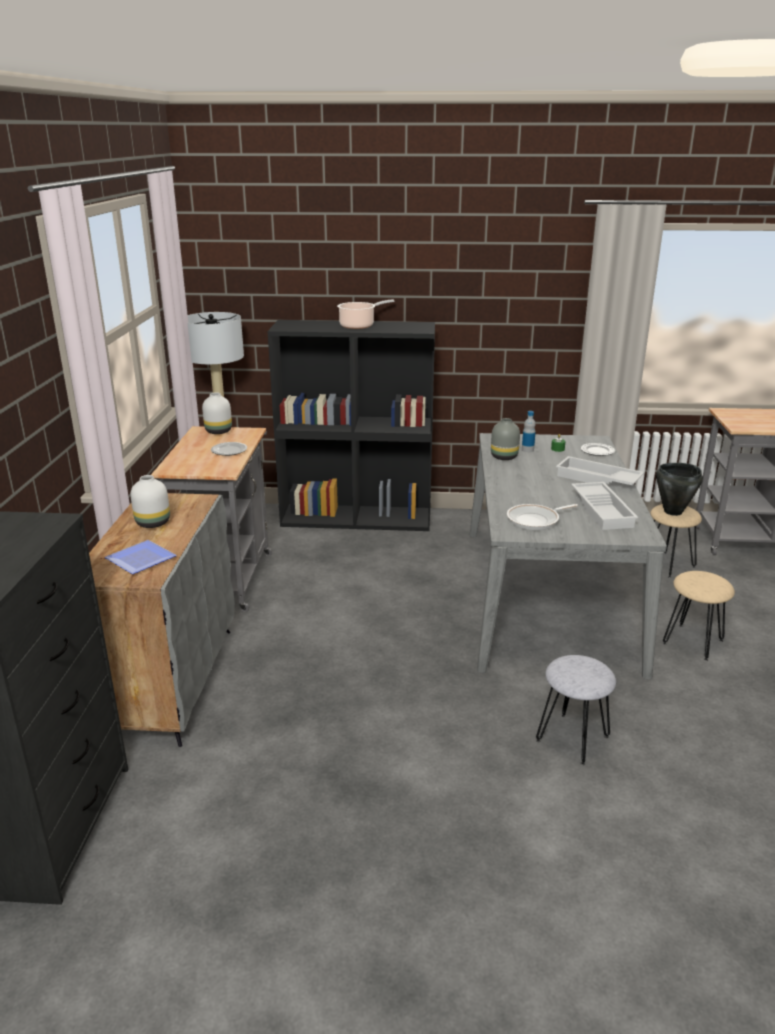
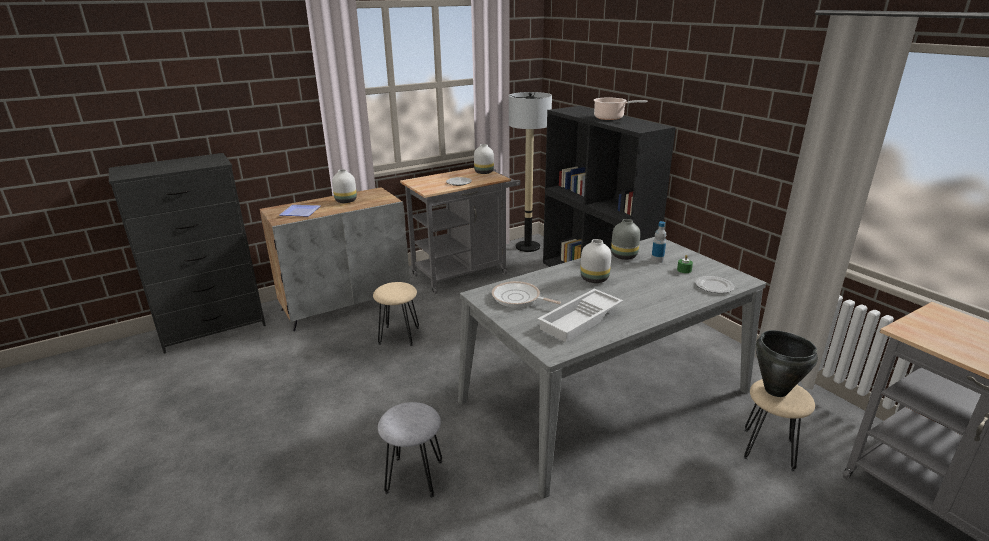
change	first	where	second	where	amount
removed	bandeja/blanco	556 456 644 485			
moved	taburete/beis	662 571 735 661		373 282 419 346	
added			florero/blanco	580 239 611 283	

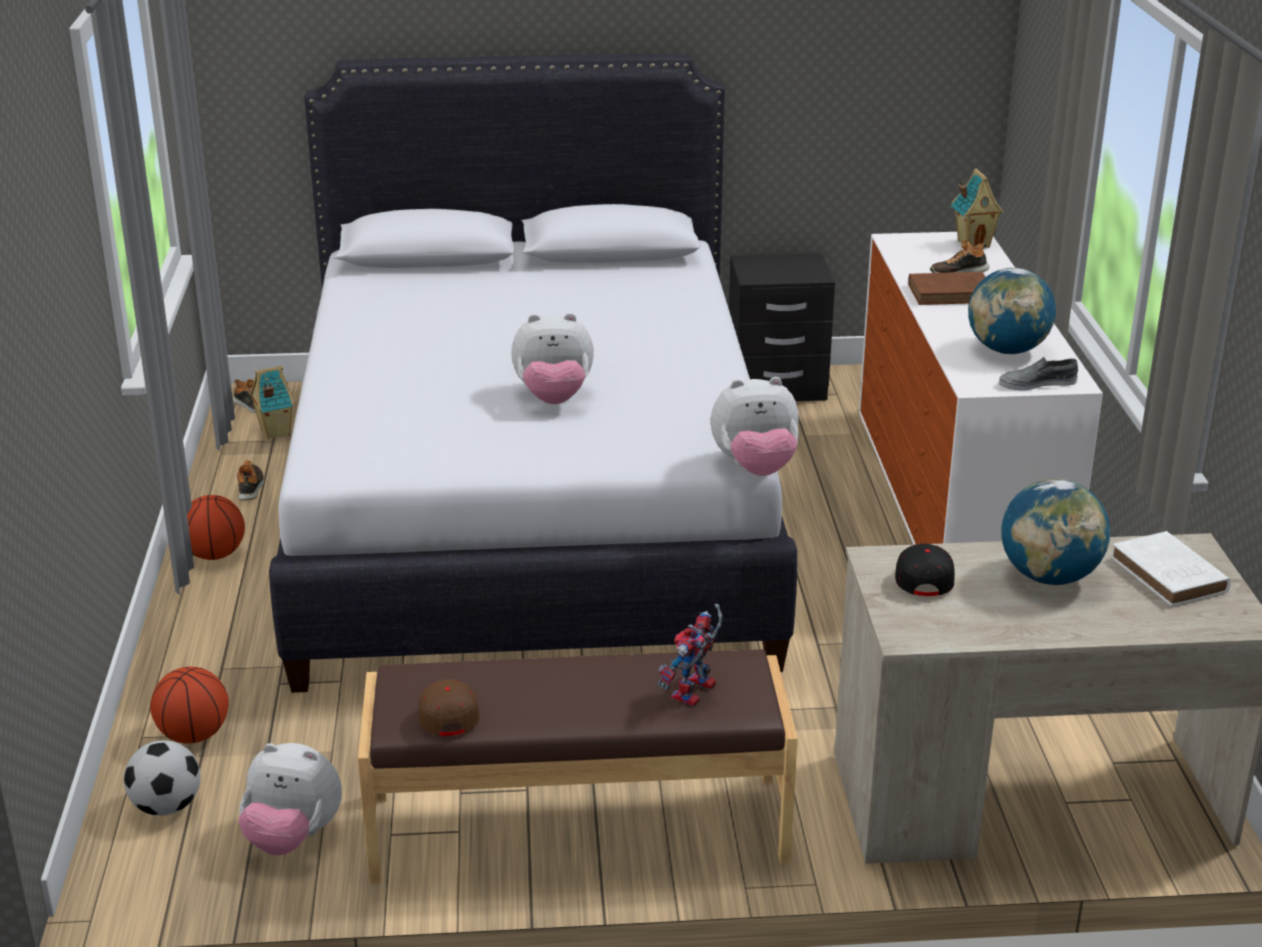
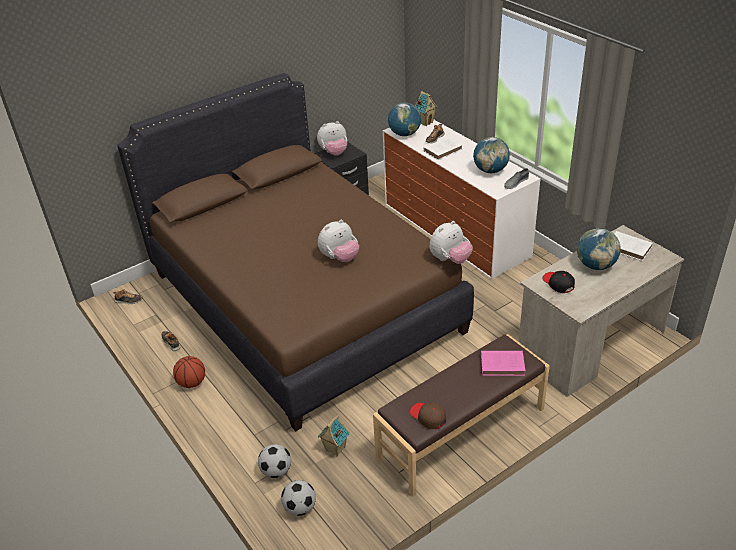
change	first	where	second	where	amount
recoloured	cama/blanco	269 54 797 693	cama/marrón	117 73 474 432	
recoloured	libro/marrón	908 272 985 305	libro/blanco	423 137 463 160	
moved	casita	250 366 295 440		318 415 350 457	
replaced	robot de juguete	657 604 723 706	libro/rosa	481 351 525 376	
replaced	balón de baloncesto	150 667 229 743	balón de fútbol	258 444 291 478	
moved	peluche	238 743 342 855		317 121 347 156	
added			globo terráqueo	388 103 421 136	

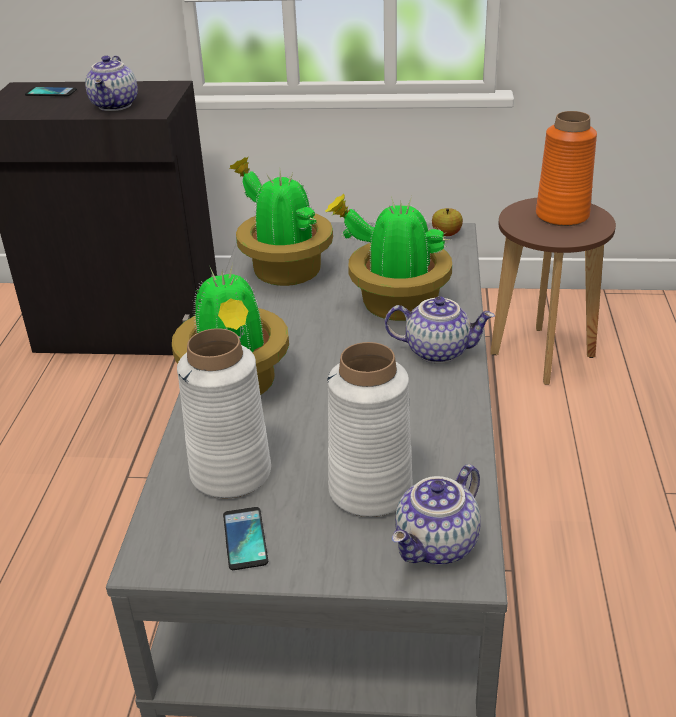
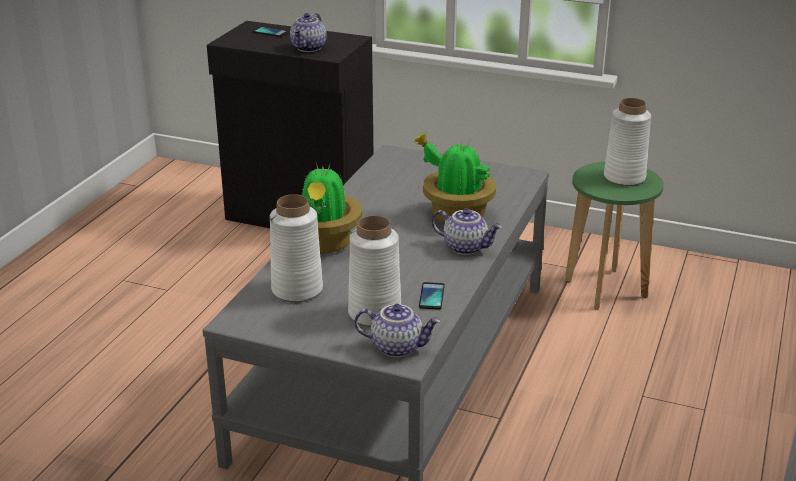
change	first	where	second	where	amount
recoloured	florero/naranja	536 111 597 226	florero/blanco	604 98 651 186	
removed	planta en maceta	229 157 333 286			
recoloured	taburete/marrón	490 197 616 385	taburete/verde	565 162 664 310	
removed	manzana	432 208 463 236			
turned	tetera	392 464 481 565		354 304 441 358	135 degrees counterclockwise
moved	móvil	223 507 268 570		419 282 445 310	

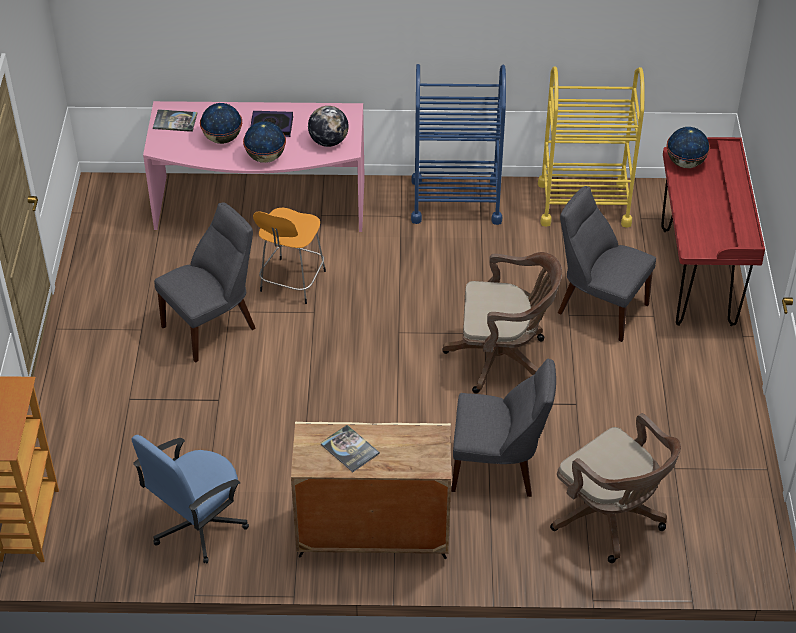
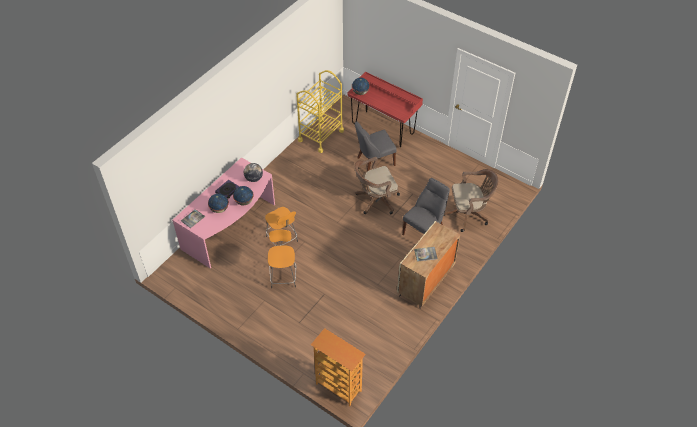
change	first	where	second	where	amount
removed	carrito/azul	411 64 506 225			
replaced	silla/gris	154 202 256 362	taburete/naranja	268 229 296 288	
turned	silla de oficina/marrón	442 252 562 394		355 157 400 214	150 degrees counterclockwise
removed	silla de oficina/azul	132 435 249 563			

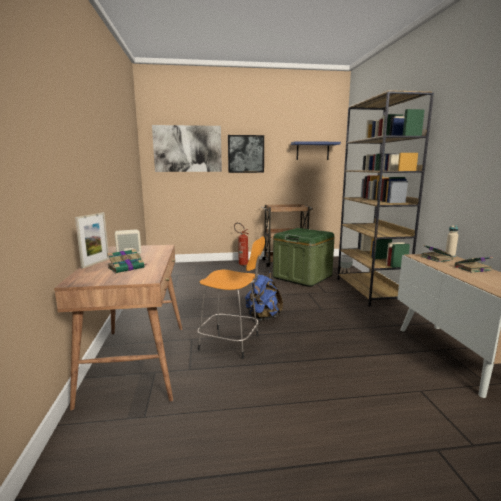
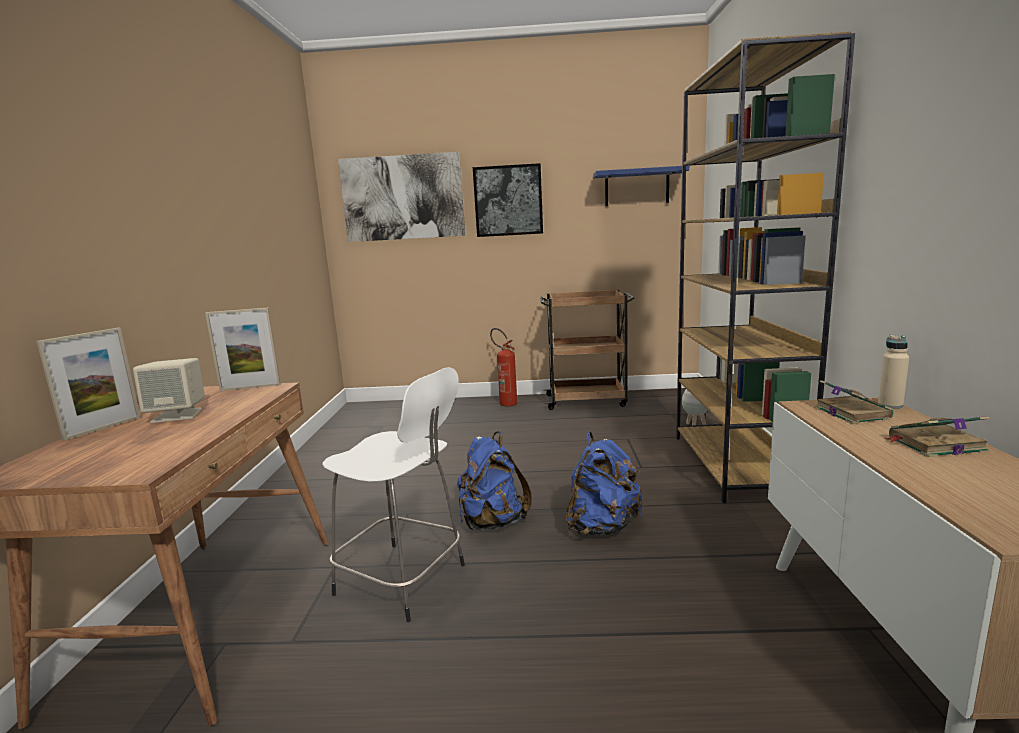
change	first	where	second	where	amount
removed	caja de almacenaje/verde	273 228 335 287			
recoloured	taburete/naranja	197 236 265 359	taburete/blanco	322 367 465 622	
removed	libro	107 249 148 273			
added			portarretratos	205 308 280 391	
added			mochila/azul	566 431 642 536	

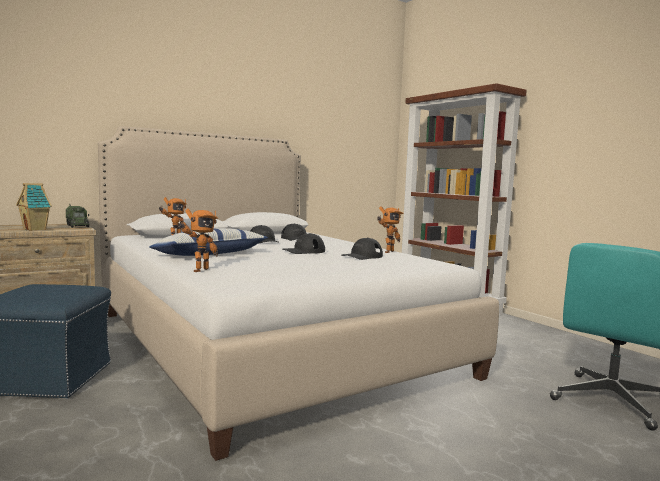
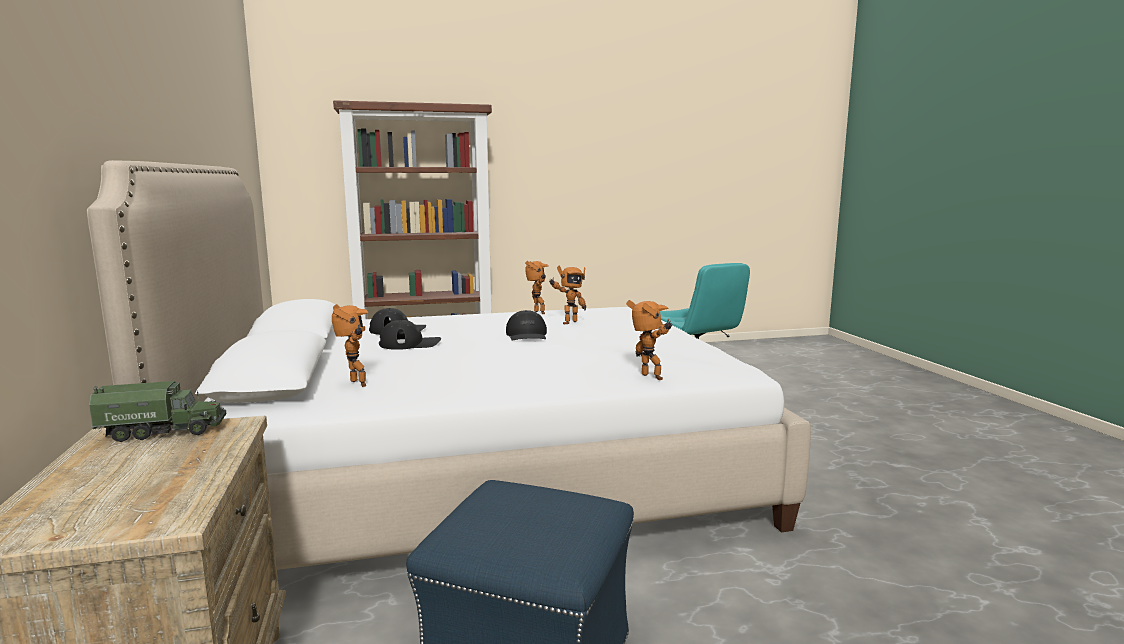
change	first	where	second	where	amount
removed	casita	16 183 52 231			
removed	cojín	149 228 268 256			
replaced	gorra/negro	341 238 383 260	robot de juguete	549 265 586 324	

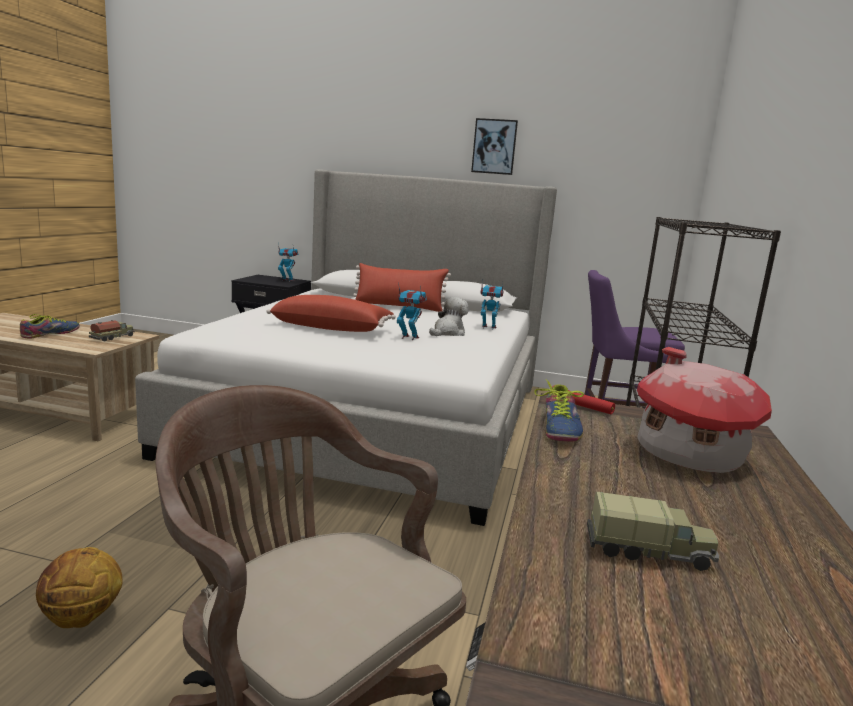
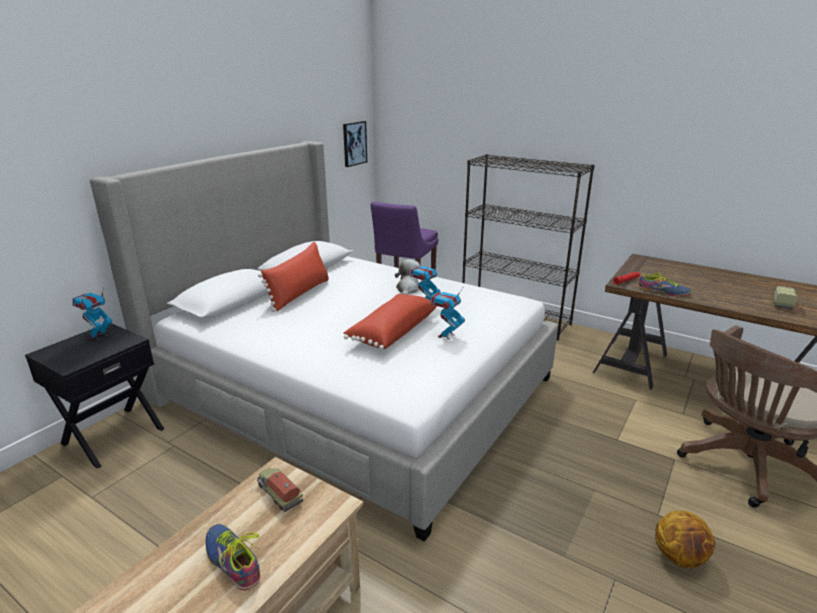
change	first	where	second	where	amount
moved	cuadro	471 118 518 175		343 121 367 167	
moved	robot de juguete	481 281 503 330		430 288 465 339	
turned	peluche	429 297 469 336		395 259 421 295	45 degrees clockwise
removed	casita	637 347 772 473			

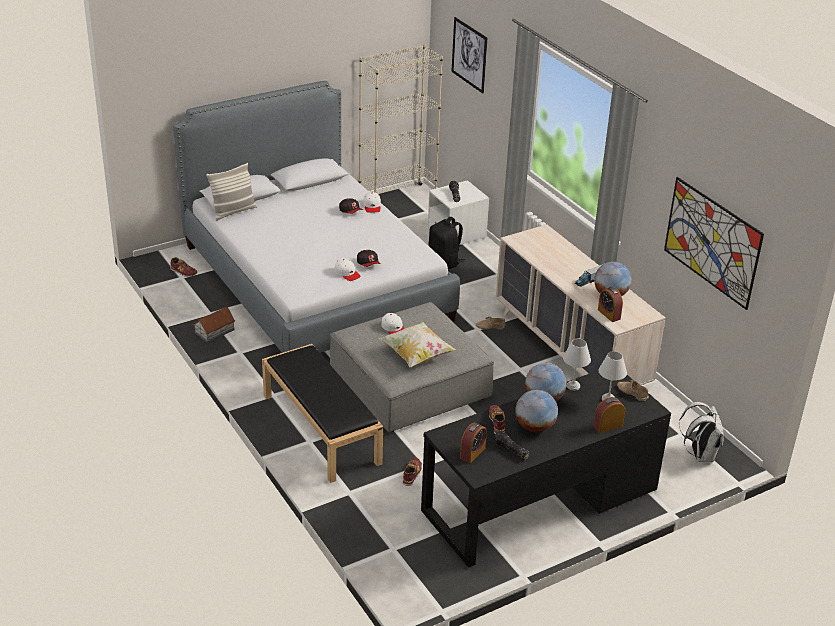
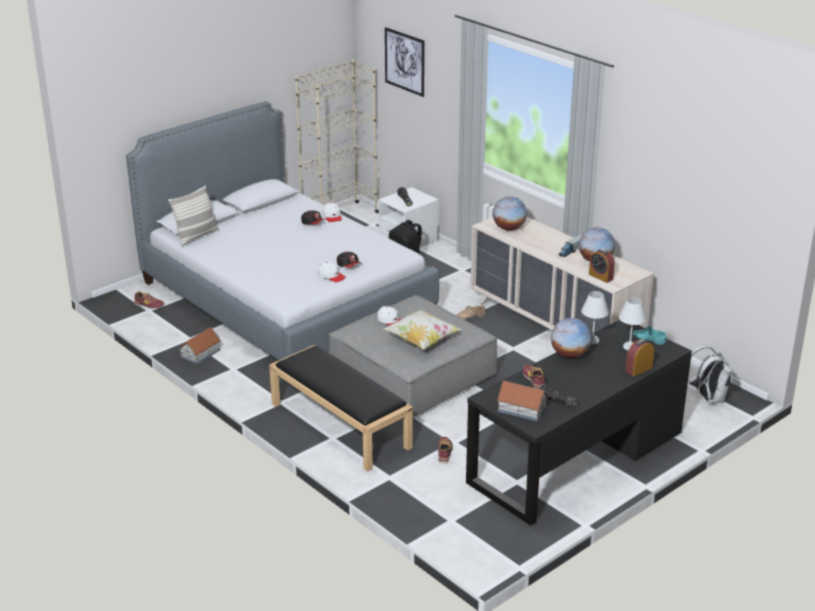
change	first	where	second	where	amount
removed	cuadro	664 177 764 310			
recoloured	zapato/beis	617 380 649 401	zapato/turquesa	633 326 667 345	
moved	globo terráqueo	515 390 558 432		493 196 527 230	
replaced	despertador	460 423 487 463	casita	497 381 549 421	

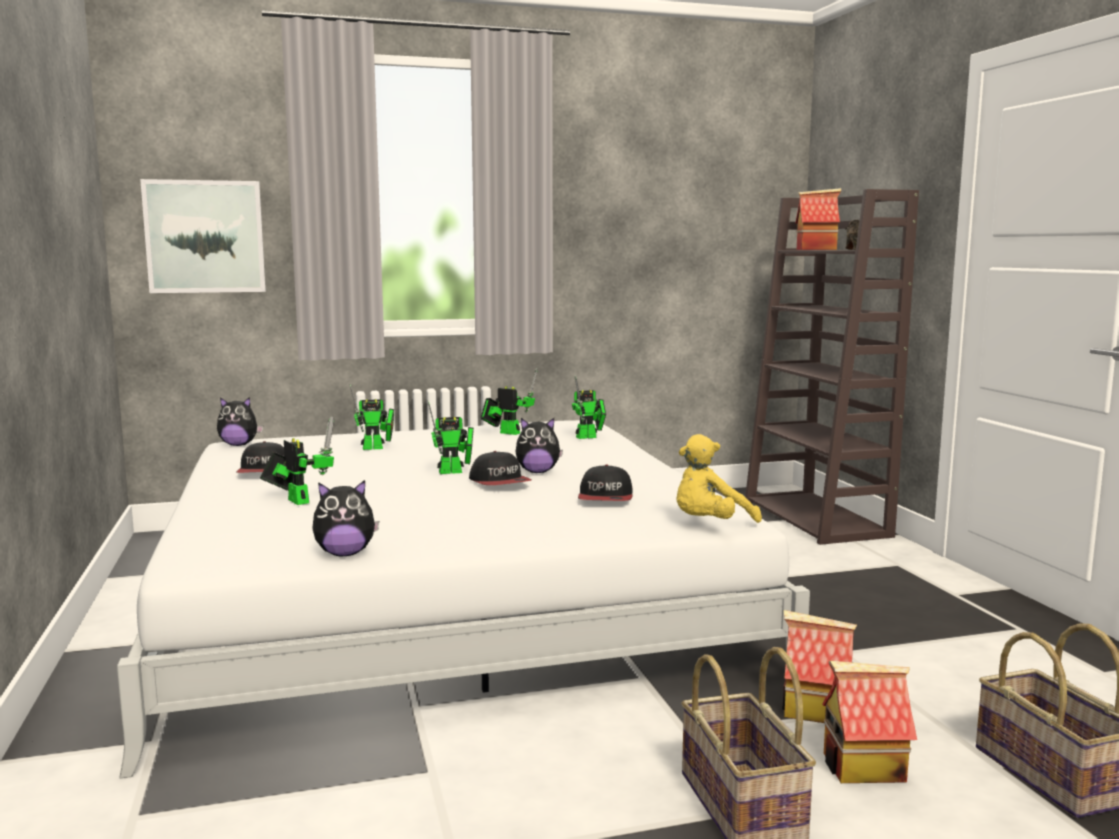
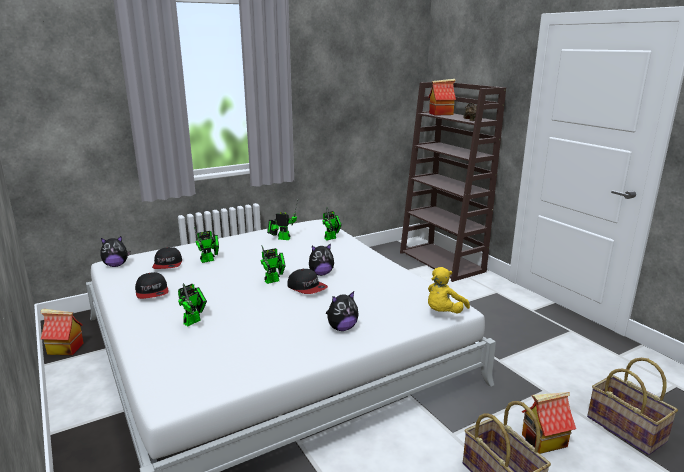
change	first	where	second	where	amount
removed	cuadro	140 179 266 293			
turned	robot de juguete	260 416 334 505		178 283 207 326	90 degrees clockwise
moved	gorra	578 465 633 501		152 247 182 269	
moved	peluche	312 480 379 556		326 291 359 331	
moved	casita	782 610 857 723		40 309 84 355	

